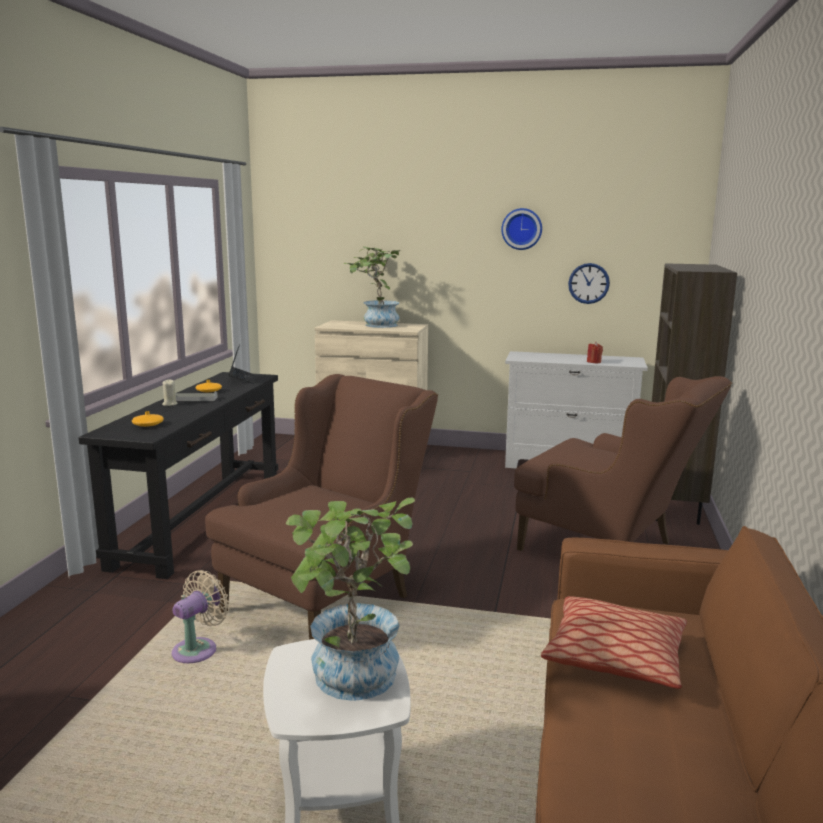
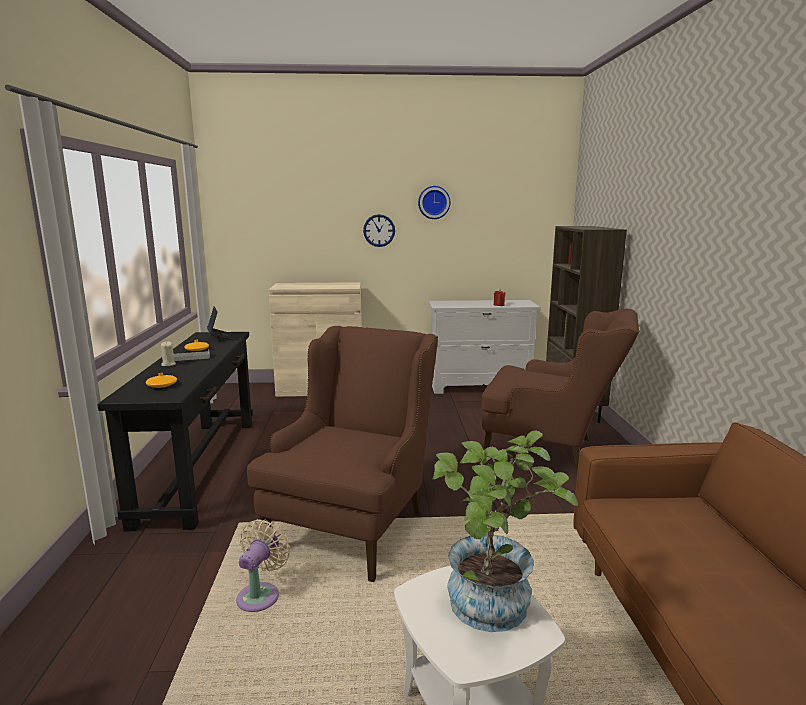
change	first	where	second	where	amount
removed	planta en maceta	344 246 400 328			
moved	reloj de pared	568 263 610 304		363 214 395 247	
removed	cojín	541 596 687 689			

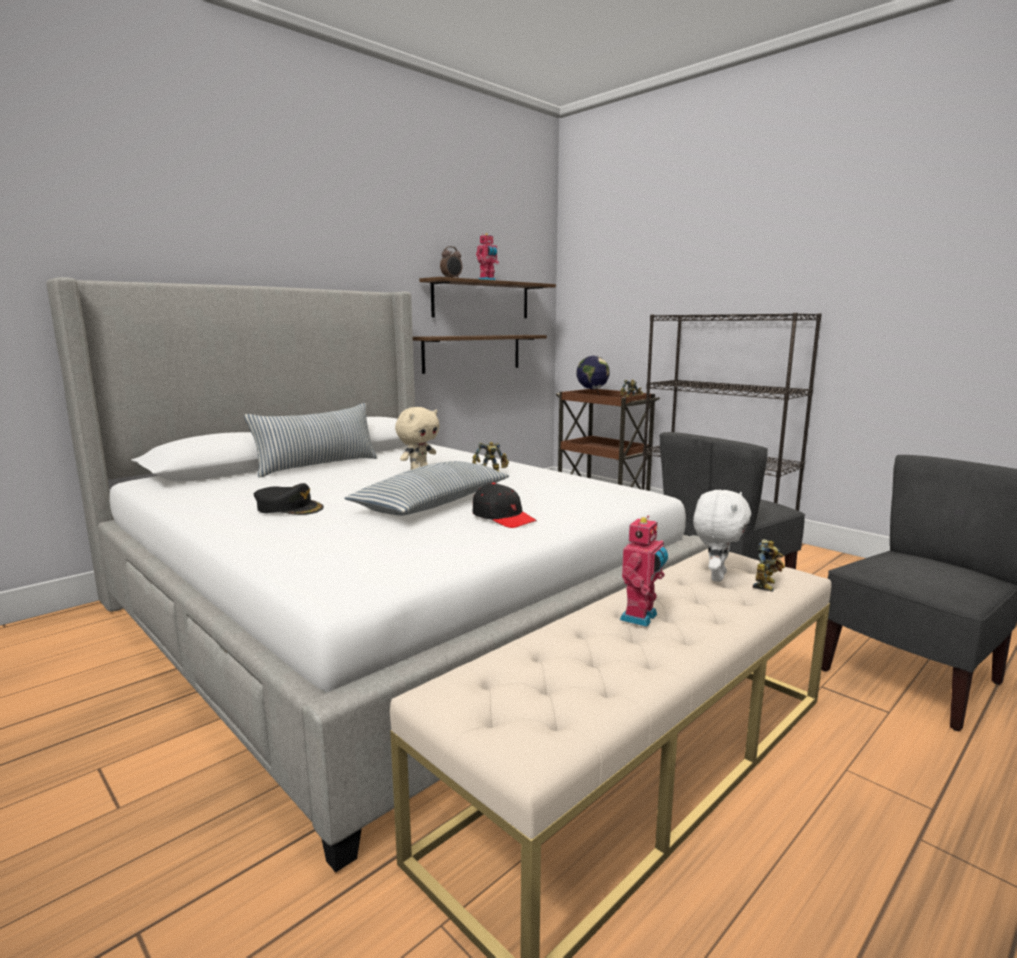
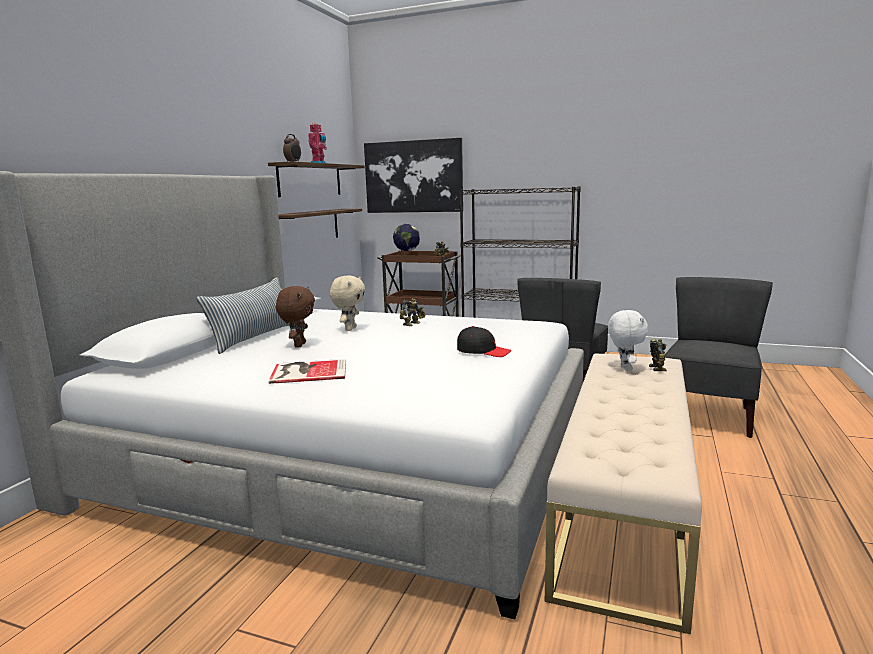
change	first	where	second	where	amount
removed	cojín	344 461 509 516			
replaced	gorra/negro	254 483 324 515	libro	269 359 346 384	
removed	robot de juguete	620 516 668 627			
added			cuadro	364 138 463 213	
added			peluche/marrón	276 286 315 348	

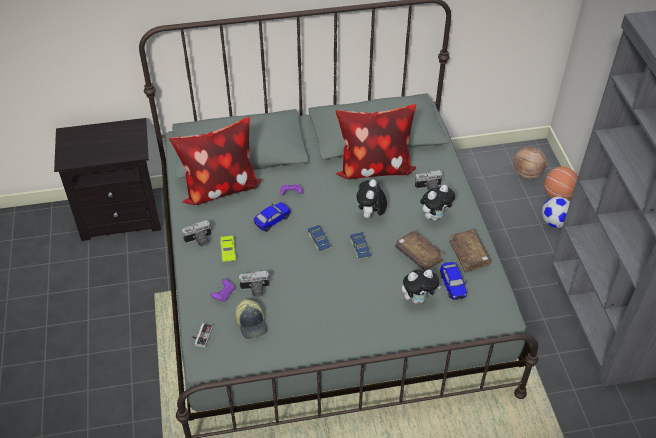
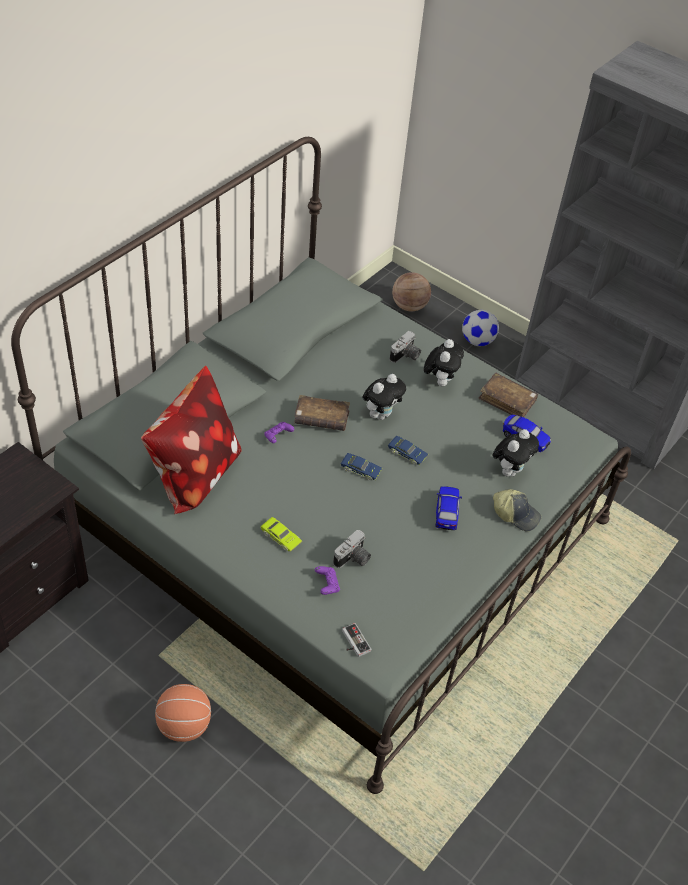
change	first	where	second	where	amount
removed	cojín	335 104 416 179			
moved	balón de baloncesto	544 167 578 200		155 684 211 742	
turned	peluche	357 179 387 219		362 374 406 420	105 degrees counterclockwise
moved	coche de juguete	254 202 291 232		436 486 462 530	
removed	cámara	182 220 212 246			
moved	libro/marrón	395 230 445 271		294 395 350 431	
moved	gorra	236 299 267 339		493 489 541 531	

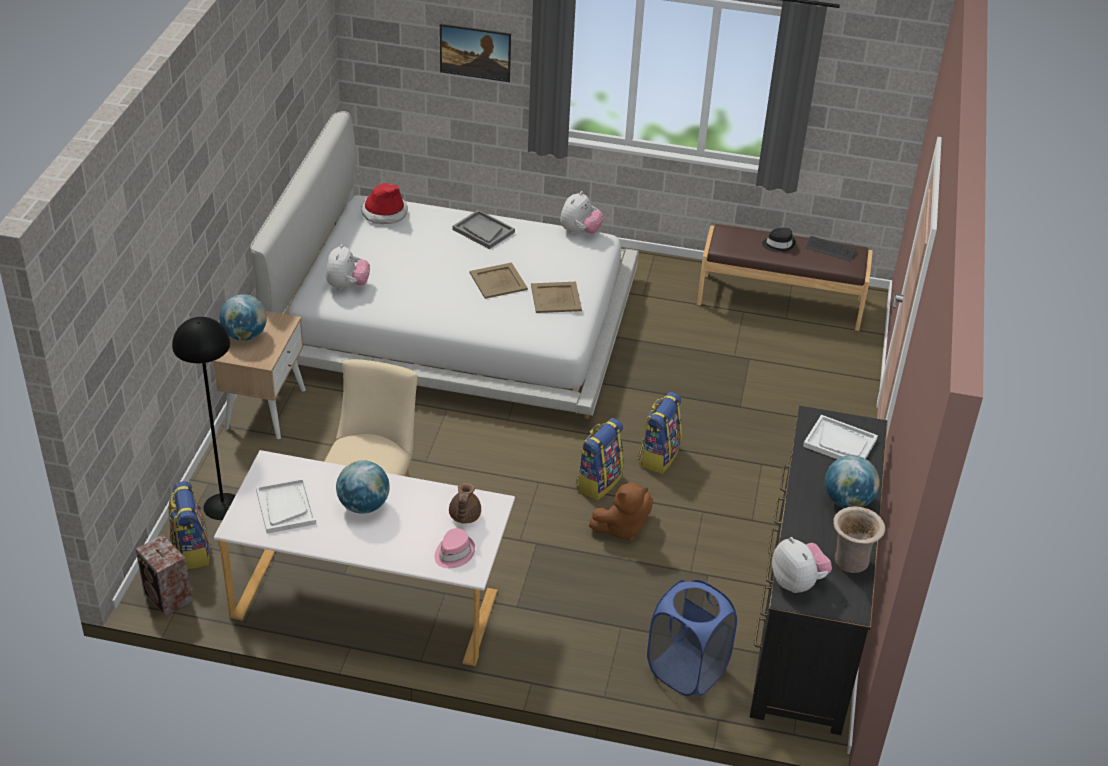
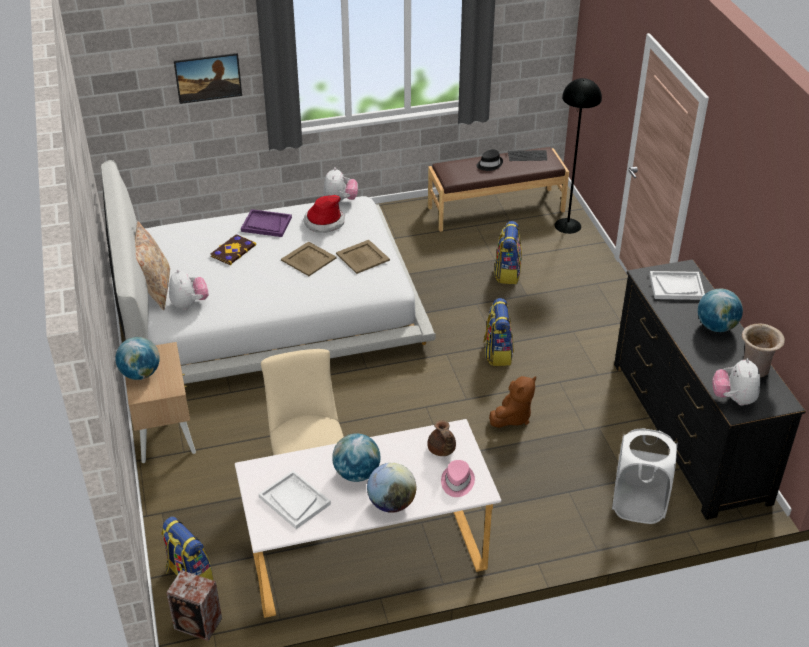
change	first	where	second	where	amount
moved	sombrero	361 184 408 224		304 195 345 233	
recoloured	bandeja/gris	453 210 515 249	bandeja/morado	241 209 292 237	
moved	lámpara de pie/negro	172 317 236 520		555 78 602 234	
moved	mochila	576 418 624 500		494 221 522 284	
turned	peluche	772 537 832 593		712 358 760 406	120 degrees counterclockwise
recoloured	cesto de la ropa/azul	647 580 737 696	cesto de la ropa/blanco	612 428 677 524	
added			cojín/beis	135 221 170 310	
added			libro	211 234 256 265	
added			globo terráqueo	367 463 416 513	

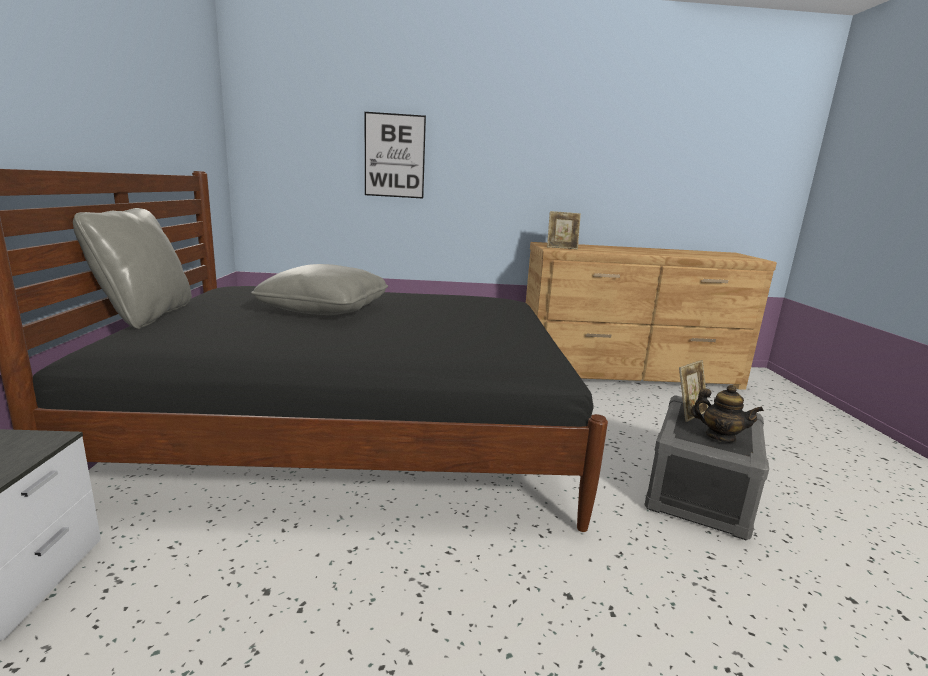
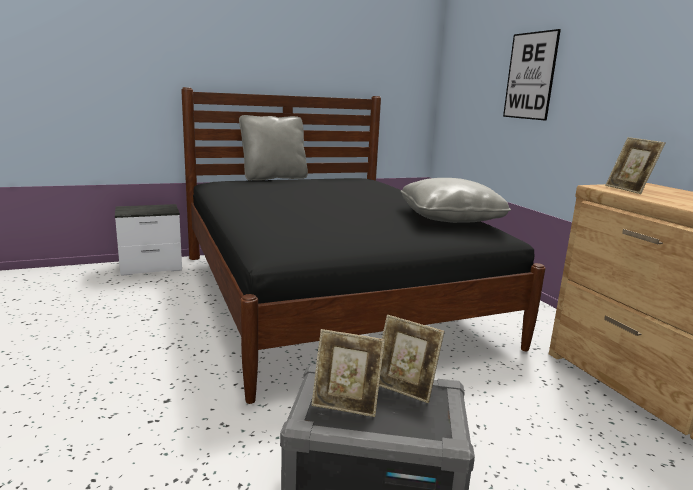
change	first	where	second	where	amount
moved	cojín/gris	251 264 388 315		400 178 511 223	
replaced	tetera	691 385 764 443	portarretratos	311 329 385 417	

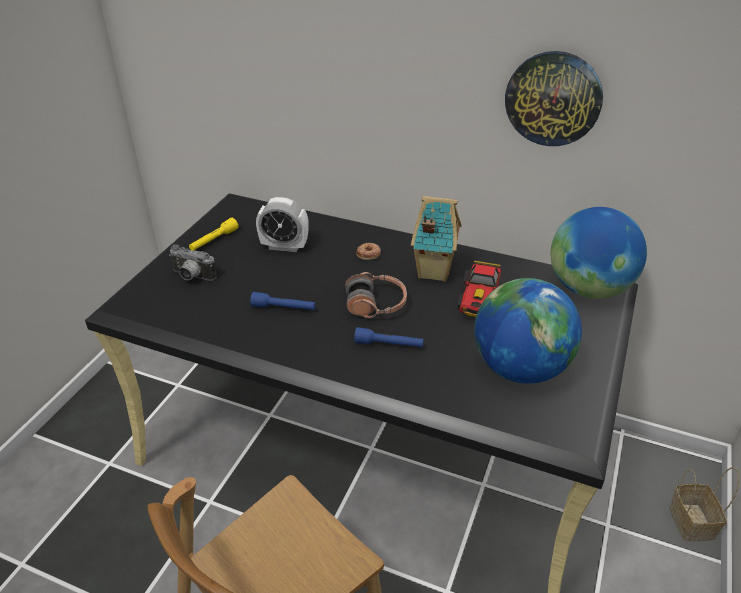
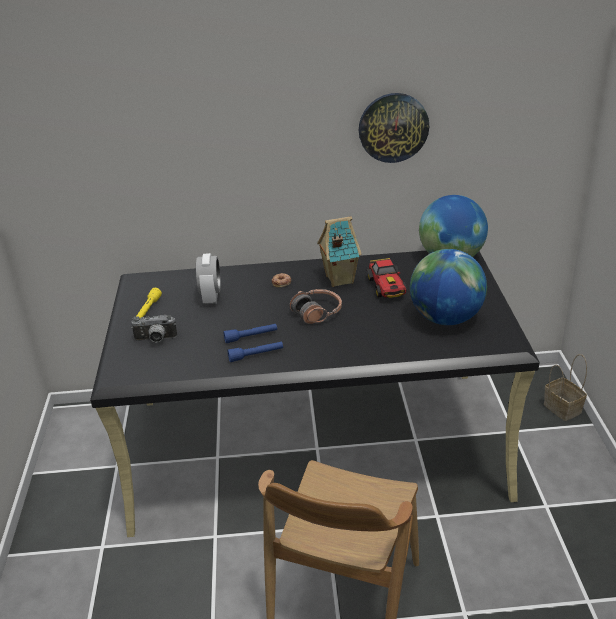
change	first	where	second	where	amount
turned	despertador	256 197 309 252		196 253 221 304	75 degrees counterclockwise
moved	linterna/azul	354 327 423 347		227 341 283 362	

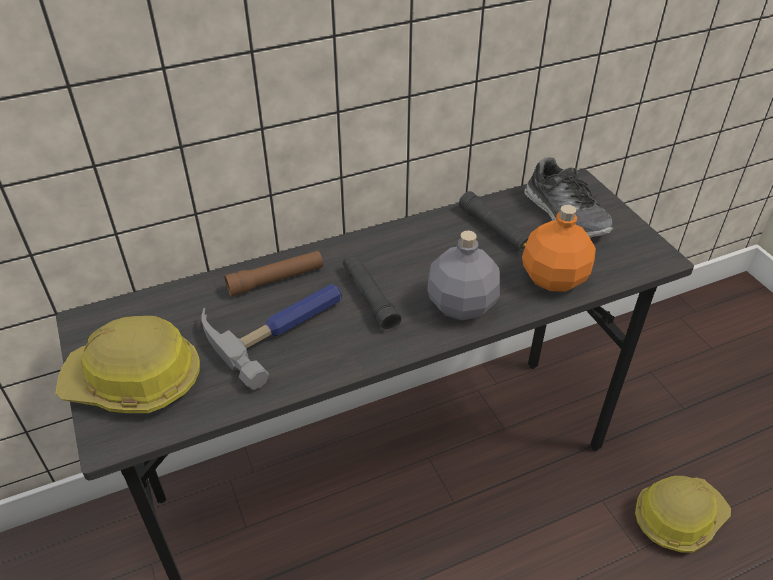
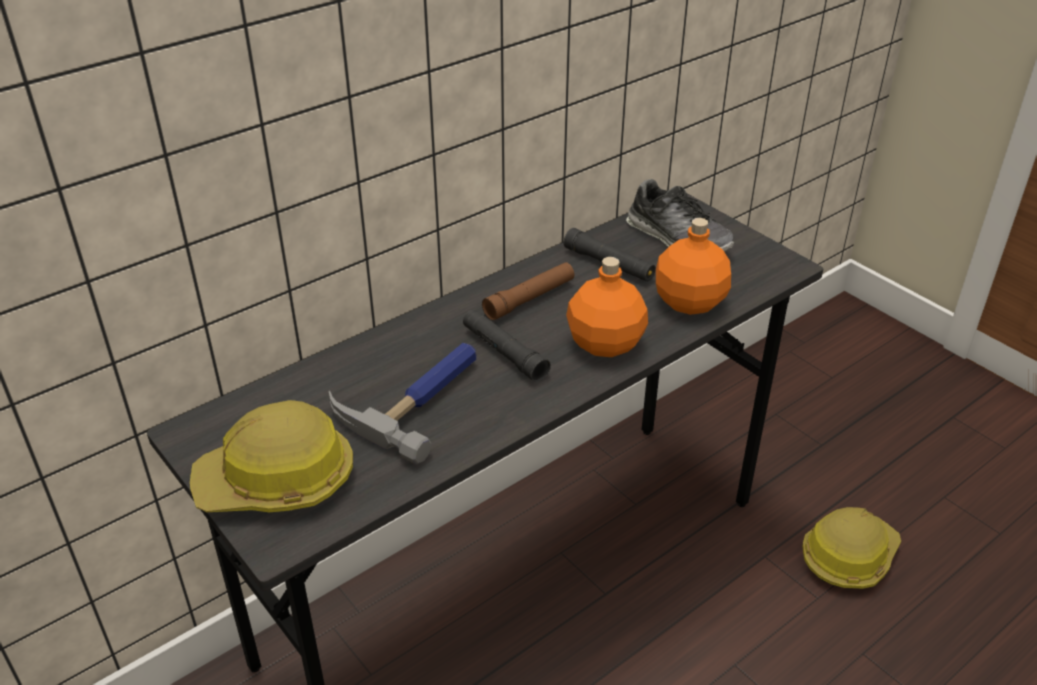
change	first	where	second	where	amount
recoloured	botella/gris	427 230 500 320	botella/naranja	566 257 648 357	
moved	linterna/marrón	224 251 323 296		482 262 574 320	

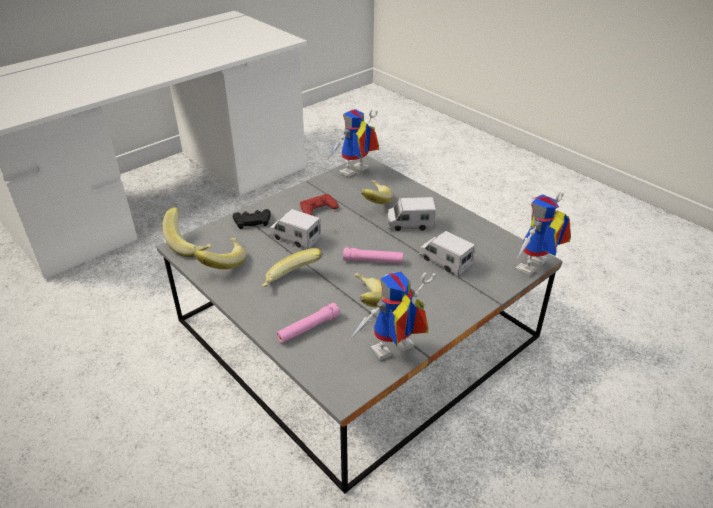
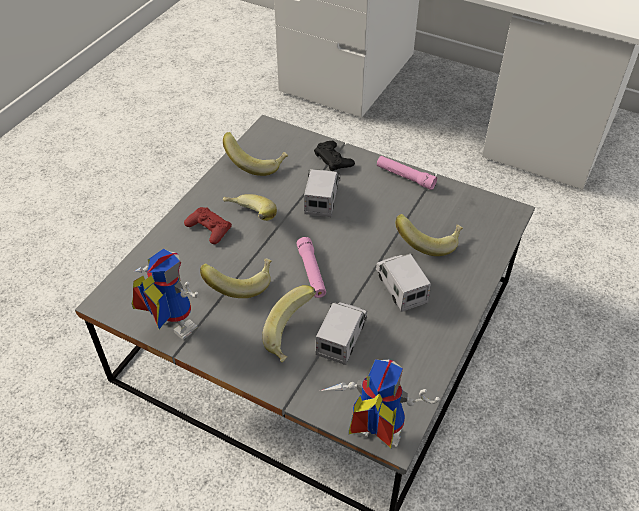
change	first	where	second	where	amount
removed	robot de juguete	328 109 379 177			
moved	mando de consola/rojo	300 194 339 215		184 207 232 244	
moved	plátano	162 207 211 257		262 285 316 362	
moved	linterna/rosa	276 303 340 343		377 156 437 190	

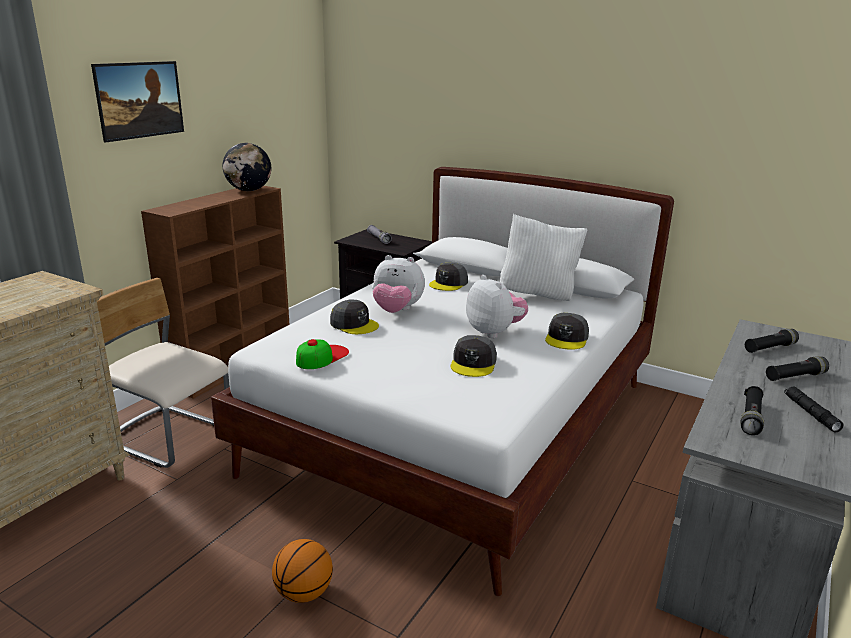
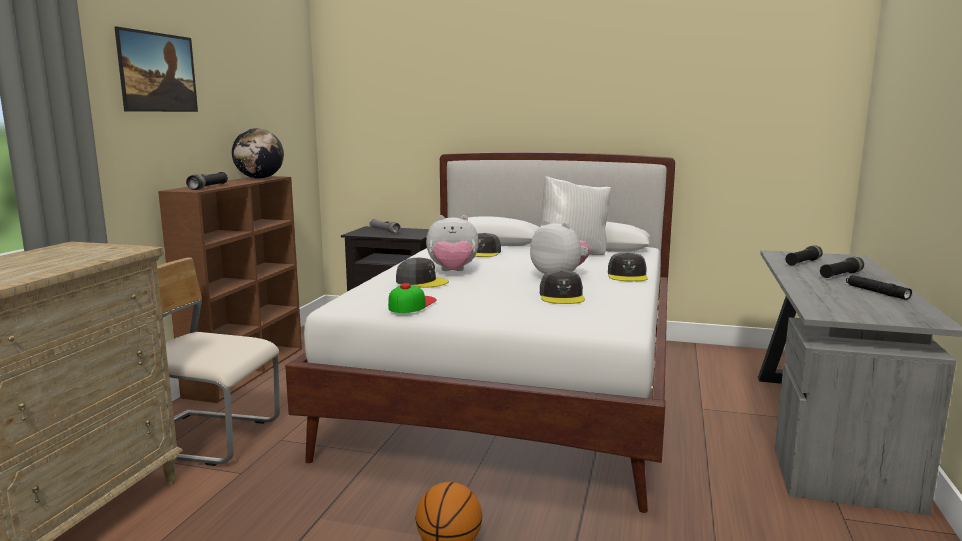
change	first	where	second	where	amount
moved	linterna/negro	740 386 764 435		186 172 228 190	

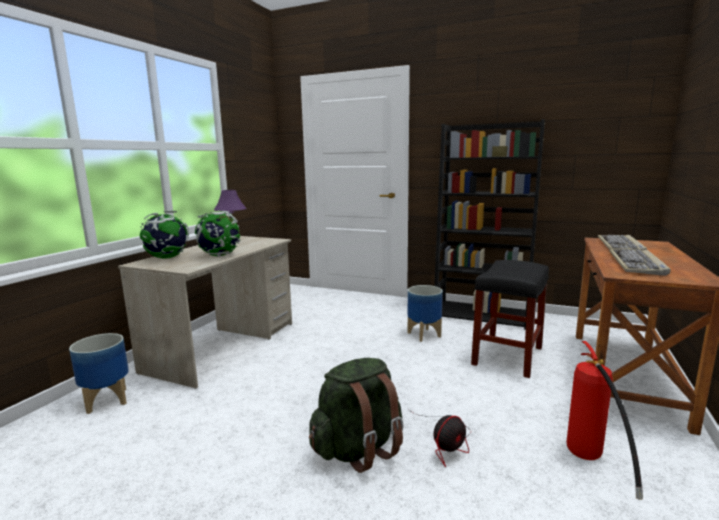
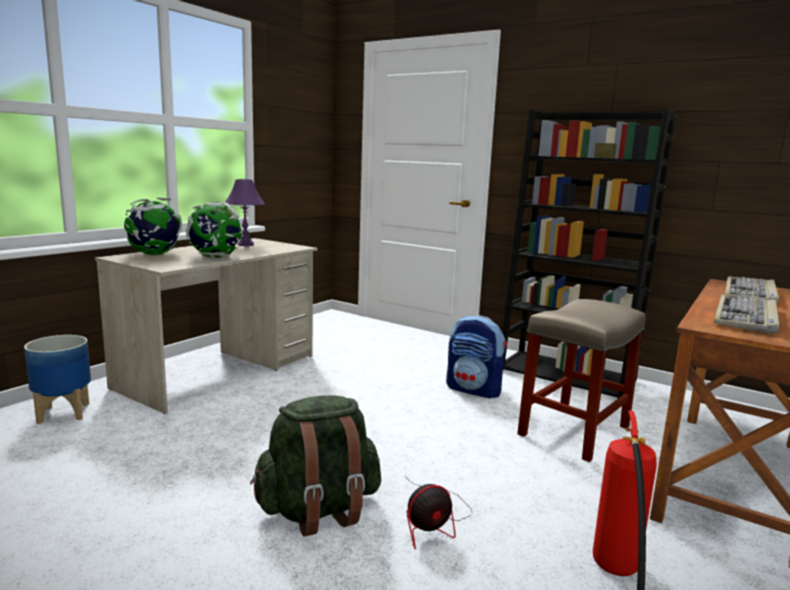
change	first	where	second	where	amount
recoloured	taburete/negro	471 260 549 378	taburete/beis	517 299 646 462	
replaced	maceta	408 285 443 342	mochila	446 315 507 399	

